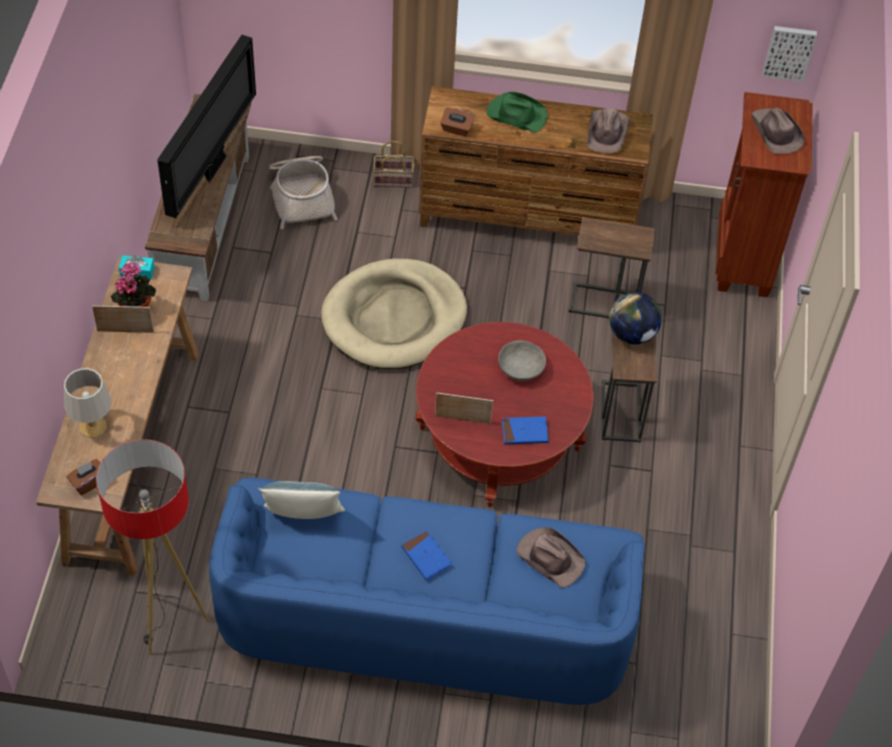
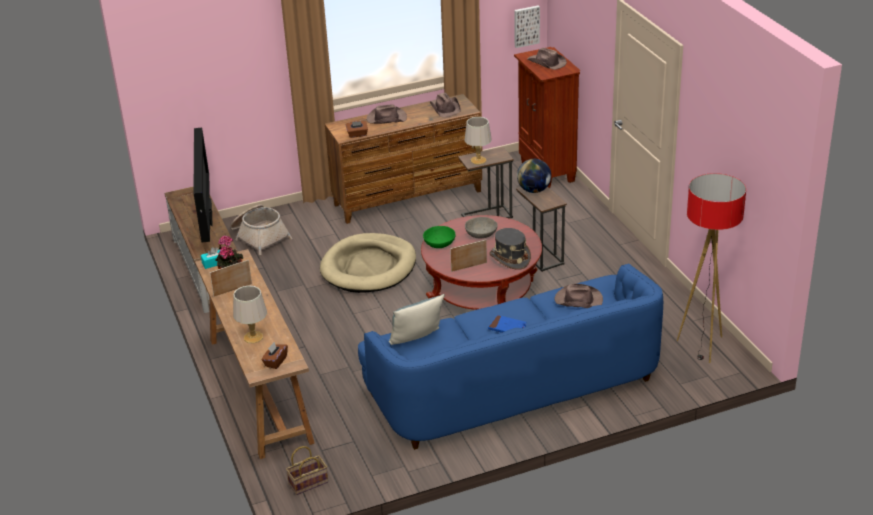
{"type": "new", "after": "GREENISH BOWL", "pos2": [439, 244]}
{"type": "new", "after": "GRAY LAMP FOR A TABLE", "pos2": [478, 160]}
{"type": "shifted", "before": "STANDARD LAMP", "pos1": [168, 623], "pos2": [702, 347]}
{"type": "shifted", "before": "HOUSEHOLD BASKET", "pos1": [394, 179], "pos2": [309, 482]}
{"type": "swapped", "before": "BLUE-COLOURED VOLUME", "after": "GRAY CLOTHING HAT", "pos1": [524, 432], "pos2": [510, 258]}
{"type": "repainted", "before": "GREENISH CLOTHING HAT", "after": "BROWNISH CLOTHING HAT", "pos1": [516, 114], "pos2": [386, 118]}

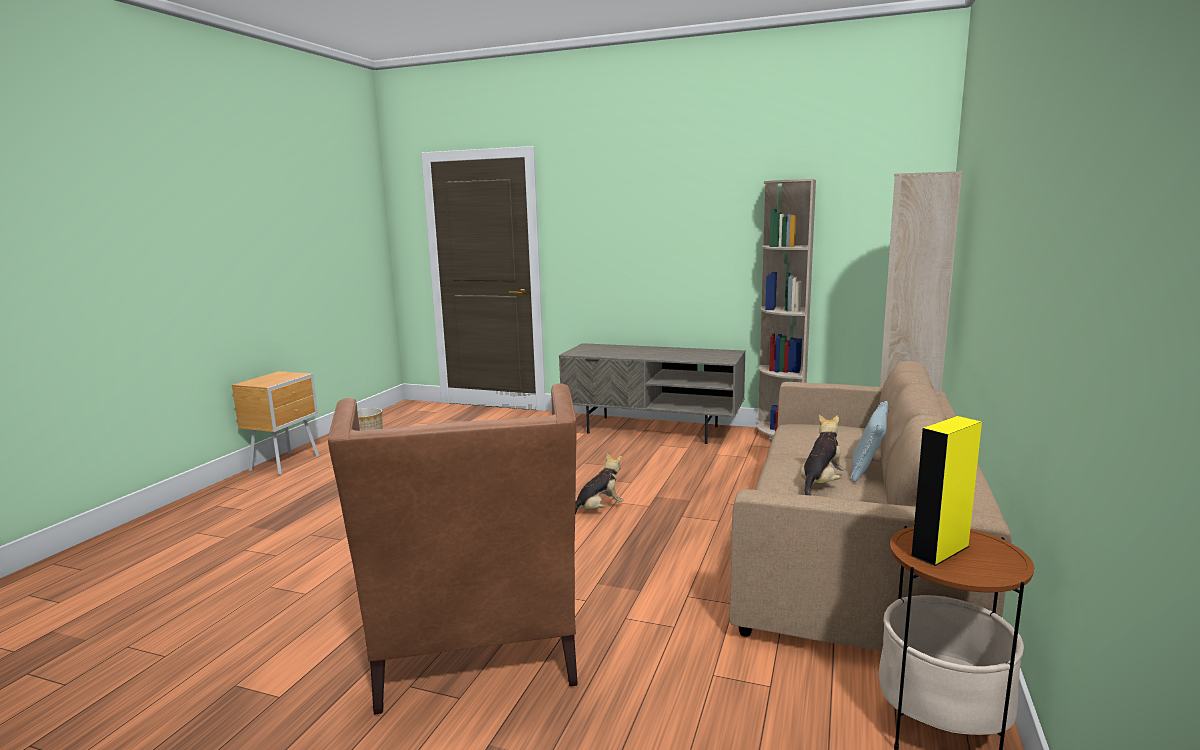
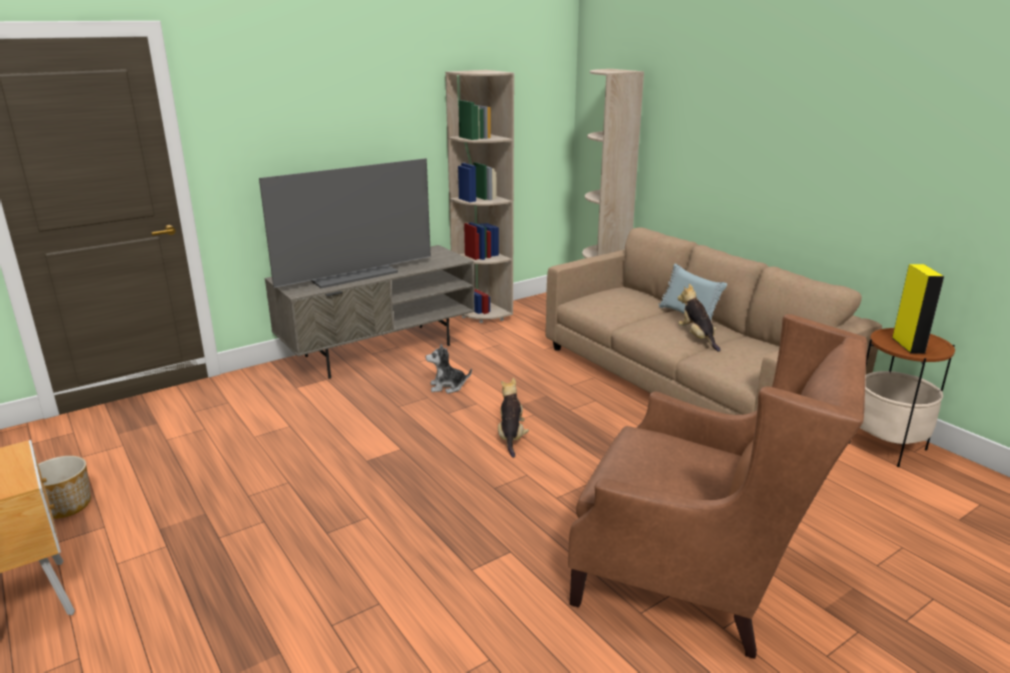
{"type": "new", "after": "TELEVISION", "pos2": [353, 274]}
{"type": "new", "after": "CUDDLY TOY", "pos2": [447, 387]}

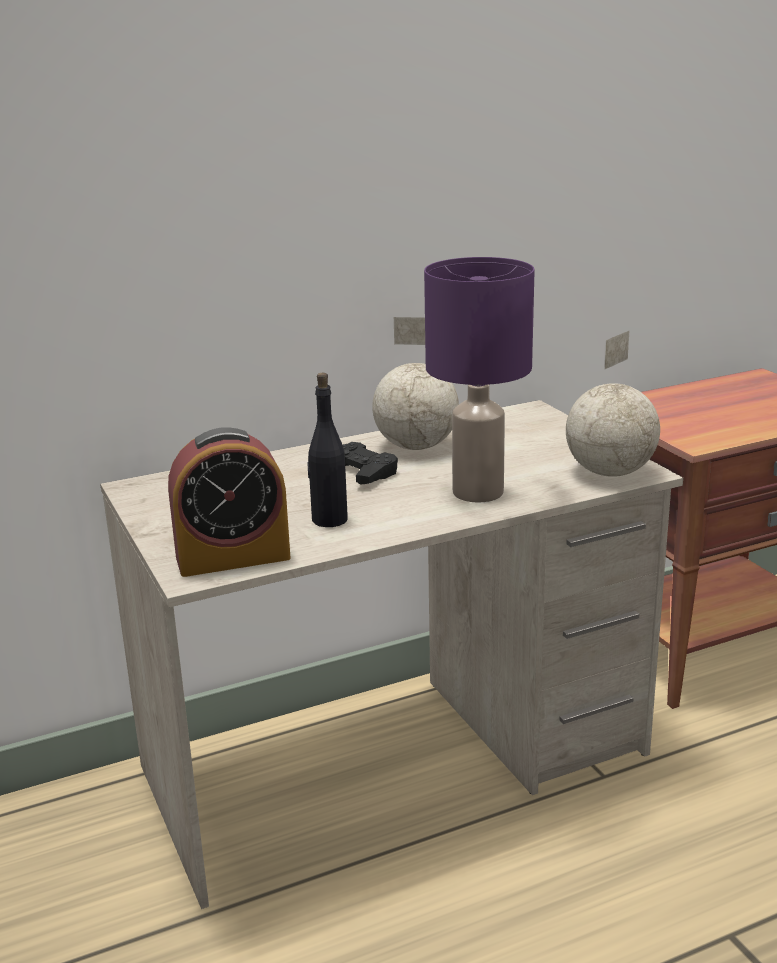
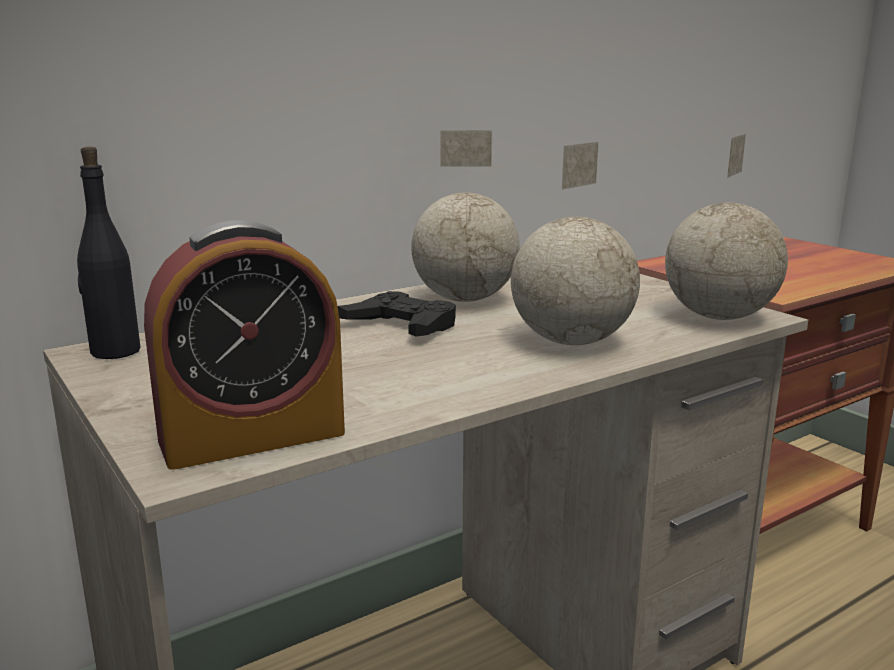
{"type": "shifted", "before": "BLACKISH DRINK BOTTLE", "pos1": [329, 520], "pos2": [115, 351]}
{"type": "swapped", "before": "PURPLISH LAMP FOR A TABLE", "after": "GLOBE", "pos1": [476, 492], "pos2": [569, 342]}

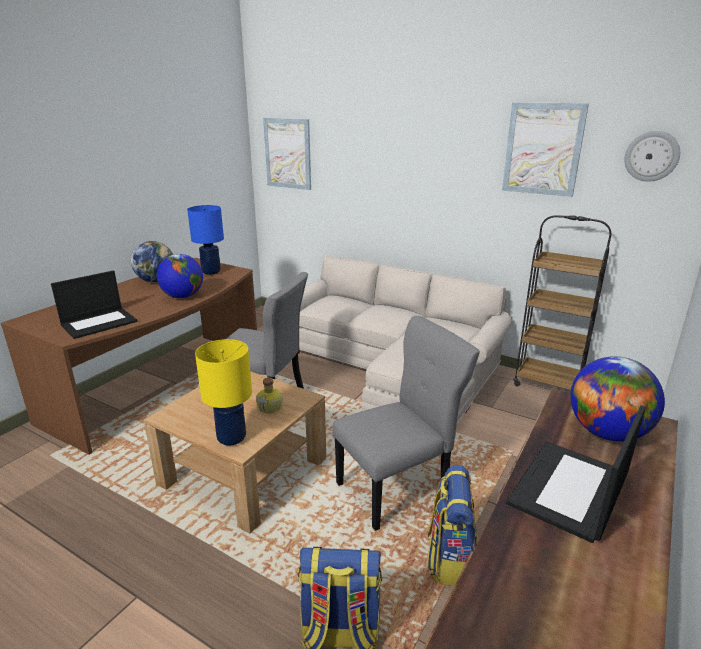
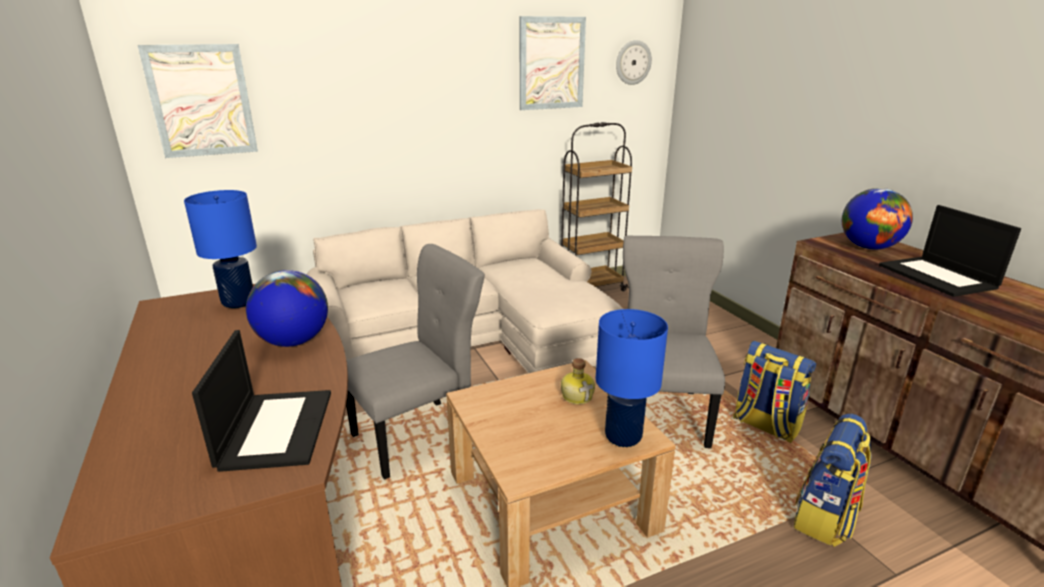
{"type": "gone", "before": "GLOBE", "pos1": [156, 281]}
{"type": "repainted", "before": "YELLOW LAMP FOR A TABLE", "after": "BLUE-COLOURED LAMP FOR A TABLE", "pos1": [232, 439], "pos2": [623, 439]}

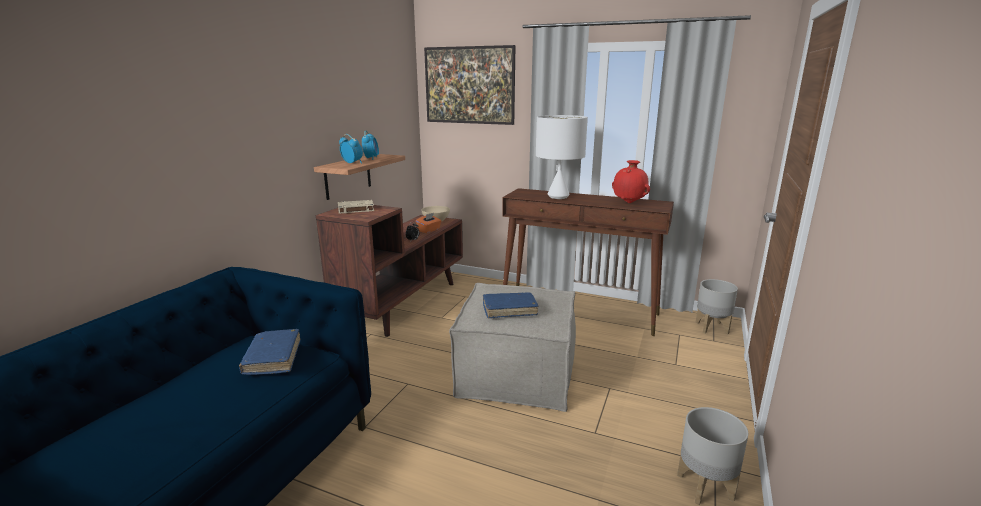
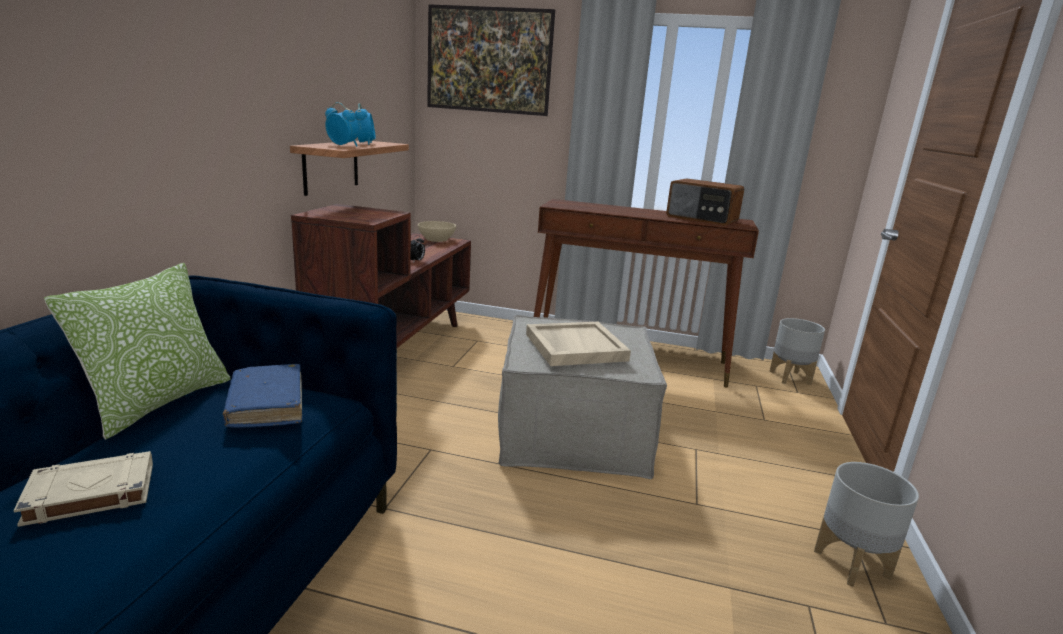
{"type": "gone", "before": "ORANGE-COLOURED TISSUE HOLDER", "pos1": [429, 230]}
{"type": "gone", "before": "WHITISH LAMP FOR A TABLE", "pos1": [558, 197]}
{"type": "new", "after": "THROW PILLOW", "pos2": [159, 402]}
{"type": "shifted", "before": "BEIGE-COLOURED VOLUME", "pos1": [355, 209], "pos2": [89, 494]}
{"type": "swapped", "before": "BLUE-COLOURED VOLUME", "after": "BEIGE-COLOURED TRAY", "pos1": [509, 310], "pos2": [574, 347]}
{"type": "swapped", "before": "RED FLOWER VASE", "after": "RADIO RECEIVER", "pos1": [629, 202], "pos2": [702, 218]}

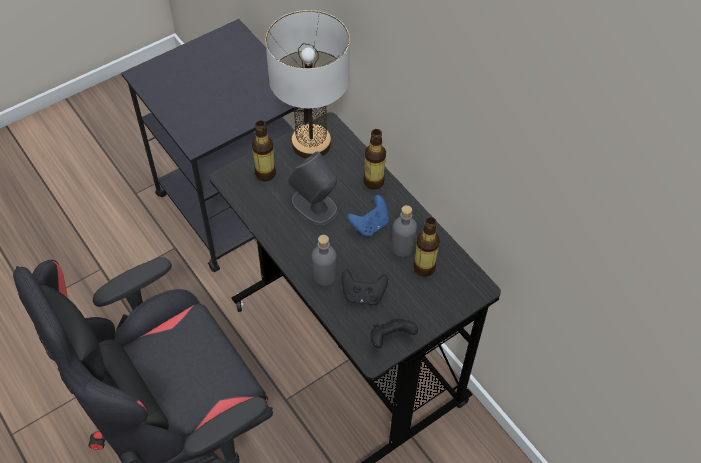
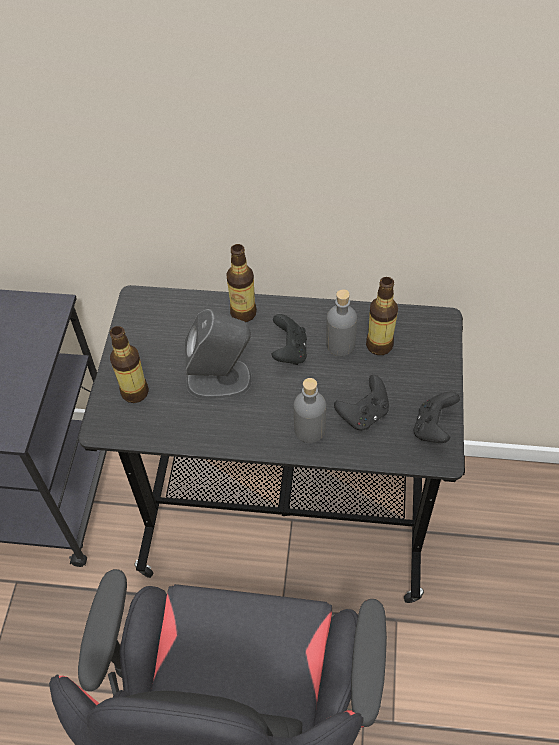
{"type": "gone", "before": "LAMP FOR A TABLE", "pos1": [312, 143]}
{"type": "repainted", "before": "BLUE-COLOURED GAMEPAD", "after": "BLACKISH GAMEPAD", "pos1": [370, 225], "pos2": [289, 351]}

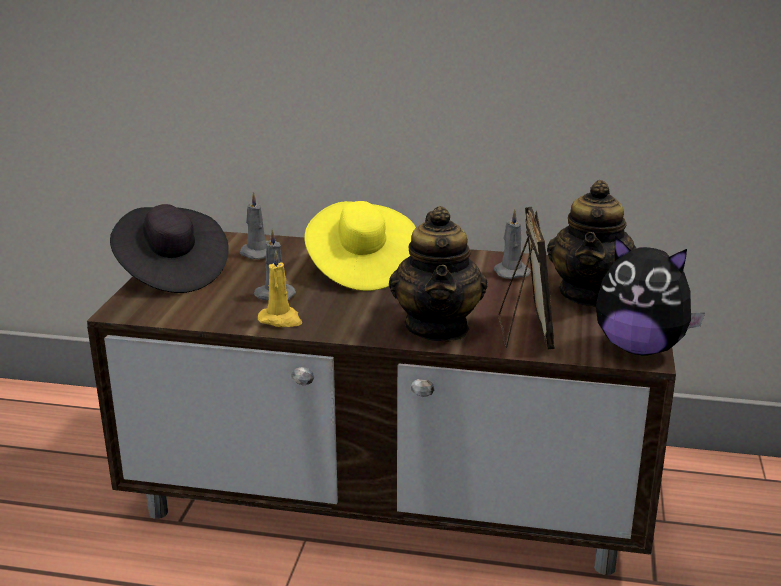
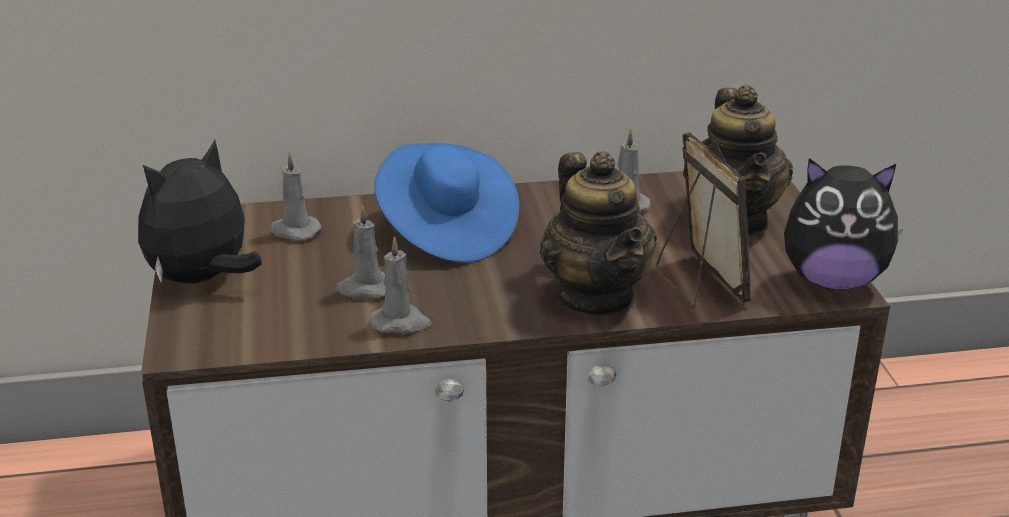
{"type": "swapped", "before": "BLACKISH CLOTHING HAT", "after": "CUDDLY TOY", "pos1": [171, 273], "pos2": [202, 280]}
{"type": "repainted", "before": "YELLOW WAX CANDLE", "after": "GRAY WAX CANDLE", "pos1": [281, 320], "pos2": [401, 323]}
{"type": "repainted", "before": "YELLOW CLOTHING HAT", "after": "BLUE-COLOURED CLOTHING HAT", "pos1": [361, 269], "pos2": [446, 231]}

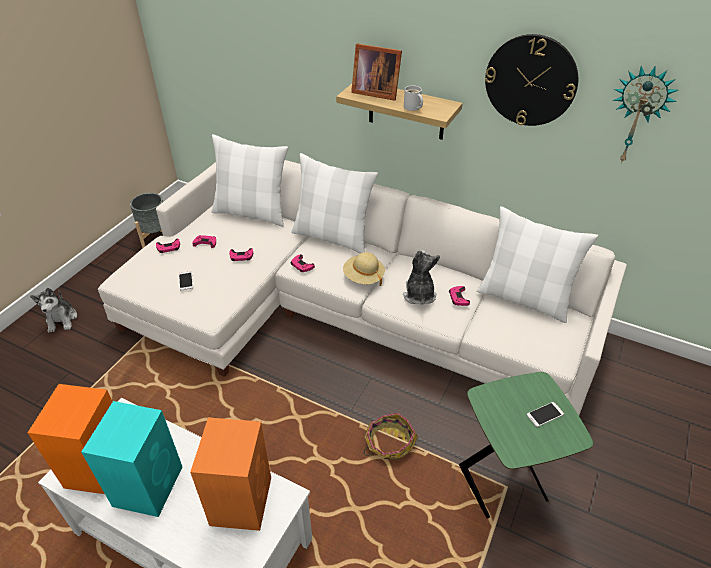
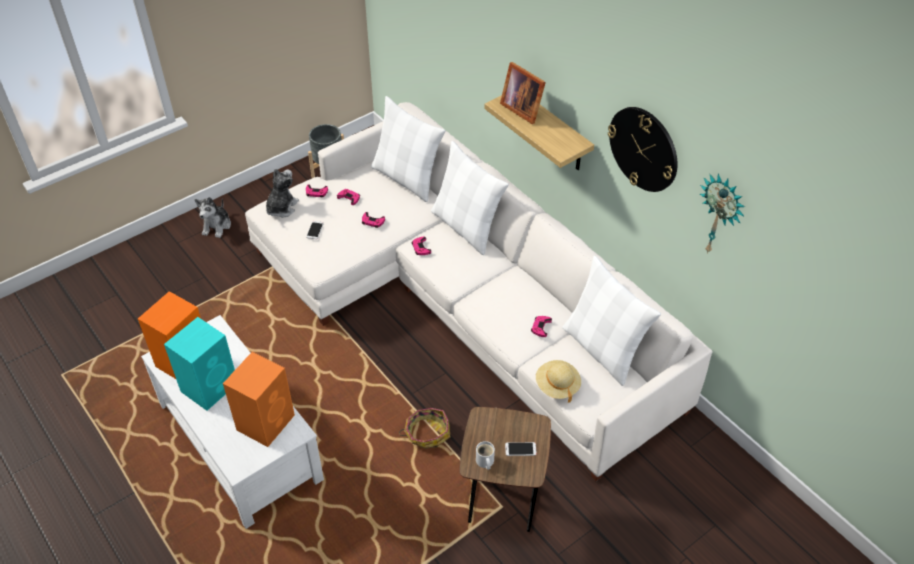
{"type": "shifted", "before": "BEIGE-COLOURED CLOTHING HAT", "pos1": [363, 277], "pos2": [557, 386]}
{"type": "shifted", "before": "CUDDLY TOY", "pos1": [419, 294], "pos2": [281, 208]}
{"type": "shifted", "before": "WHITISH TEA MUG", "pos1": [412, 107], "pos2": [484, 462]}
{"type": "repainted", "before": "GREENISH SIDE TABLE", "after": "BROWNISH SIDE TABLE", "pos1": [505, 484], "pos2": [502, 504]}

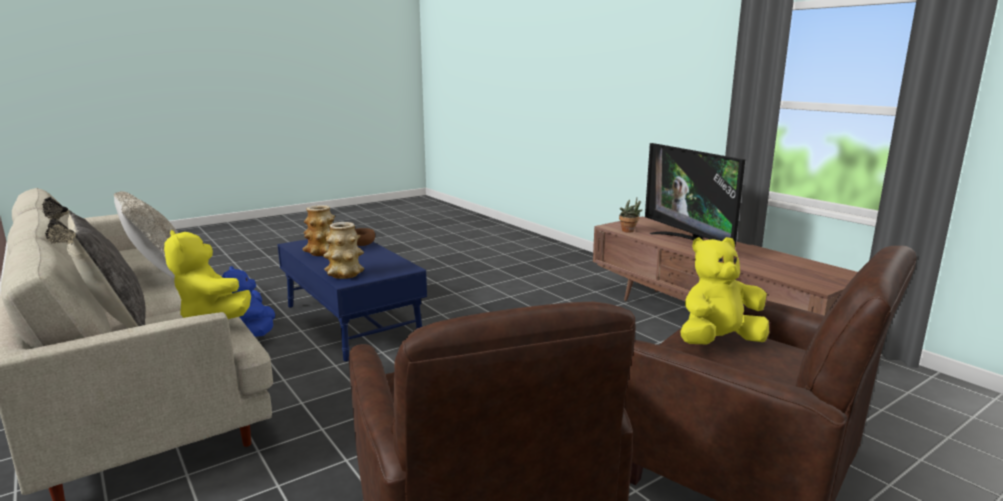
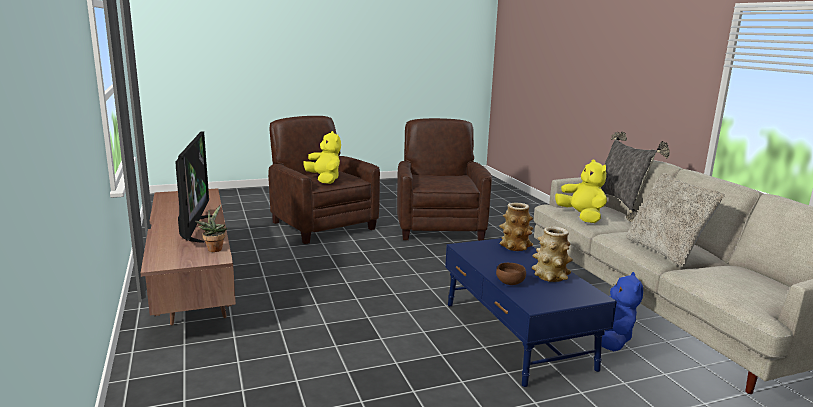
{"type": "rotated", "before": "YELLOW CUDDLY TOY", "pos1": [718, 342], "pos2": [324, 180], "turn": -120}

